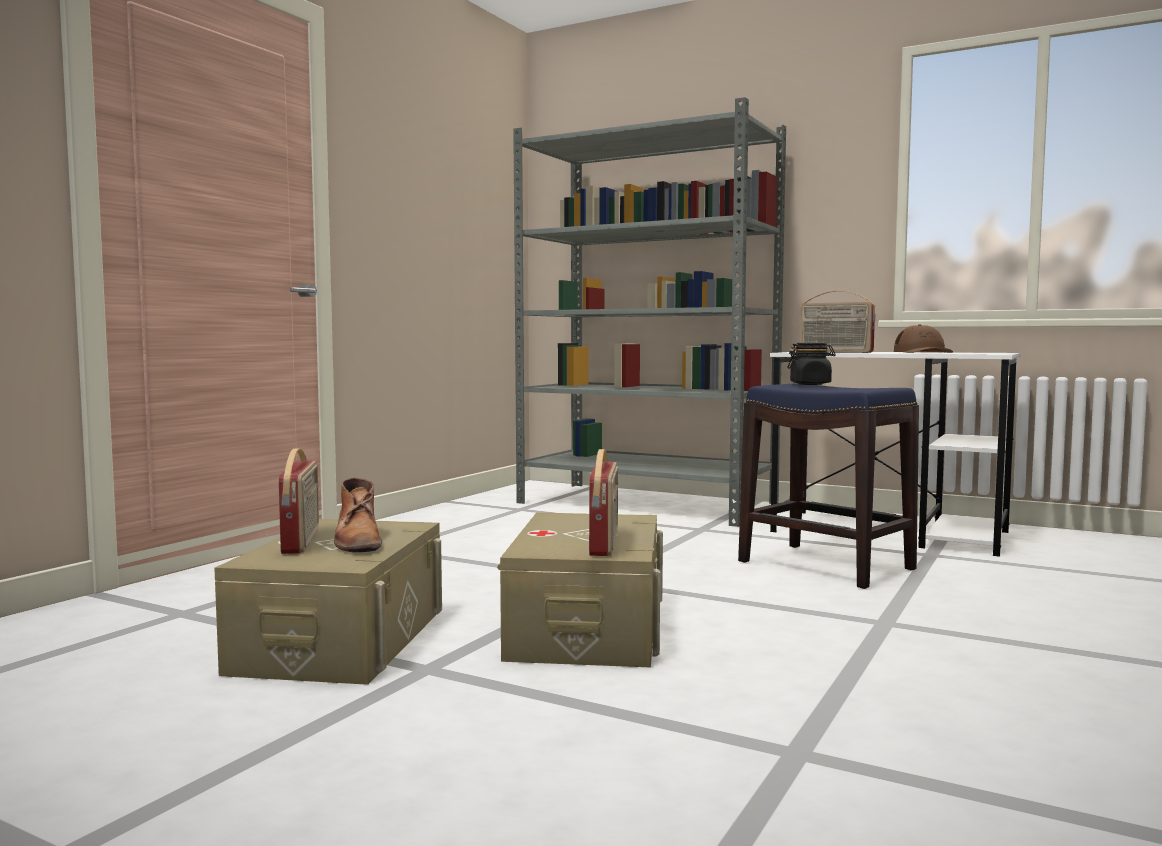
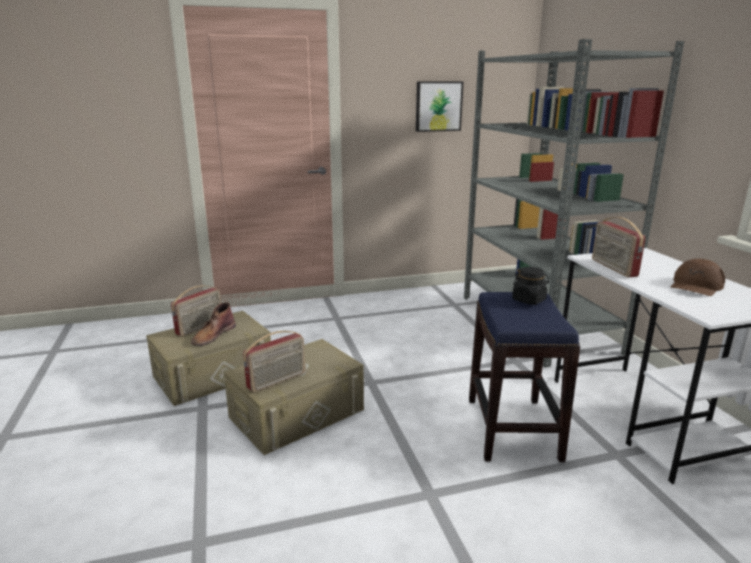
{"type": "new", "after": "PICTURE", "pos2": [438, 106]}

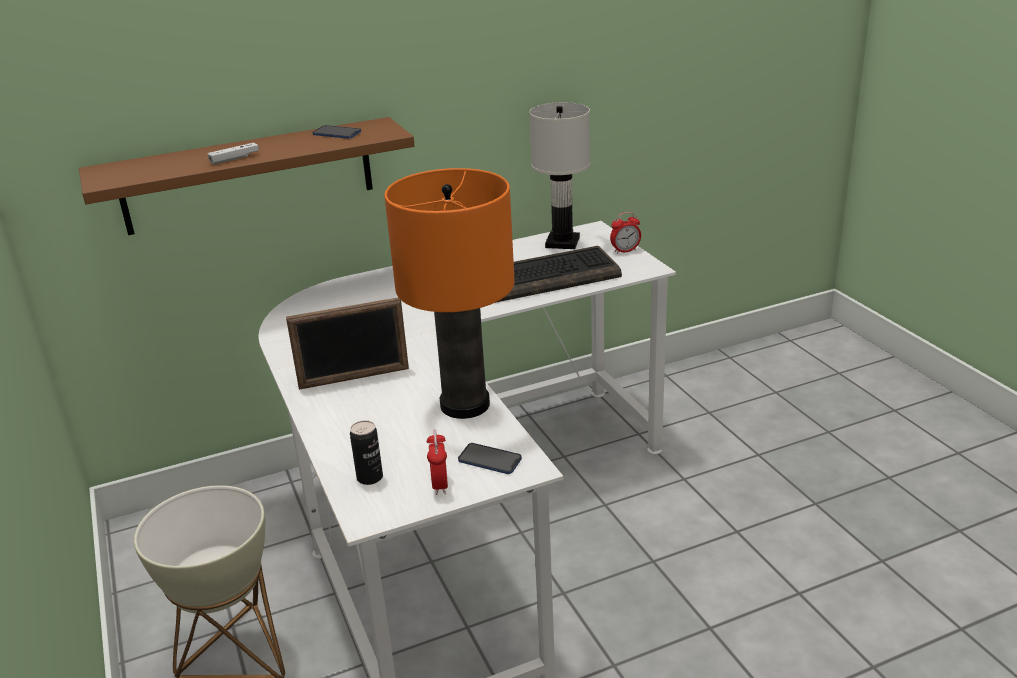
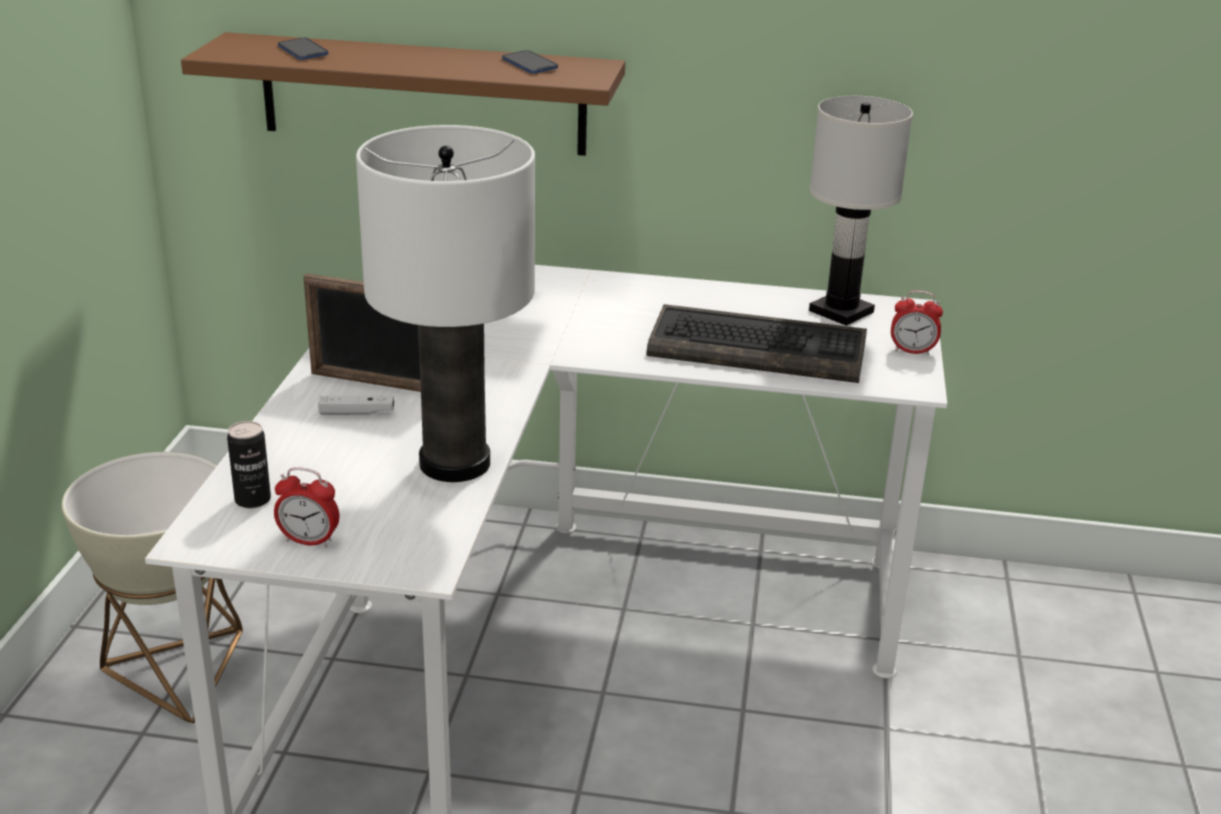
{"type": "shifted", "before": "WHITISH GAMEPAD", "pos1": [234, 158], "pos2": [356, 412]}
{"type": "shifted", "before": "HANDSET", "pos1": [489, 460], "pos2": [303, 51]}
{"type": "repainted", "before": "ORANGE-COLOURED LAMP FOR A TABLE", "after": "WHITISH LAMP FOR A TABLE", "pos1": [465, 404], "pos2": [456, 463]}
{"type": "rotated", "before": "TABLE CLOCK", "pos1": [440, 485], "pos2": [309, 541], "turn": 75}

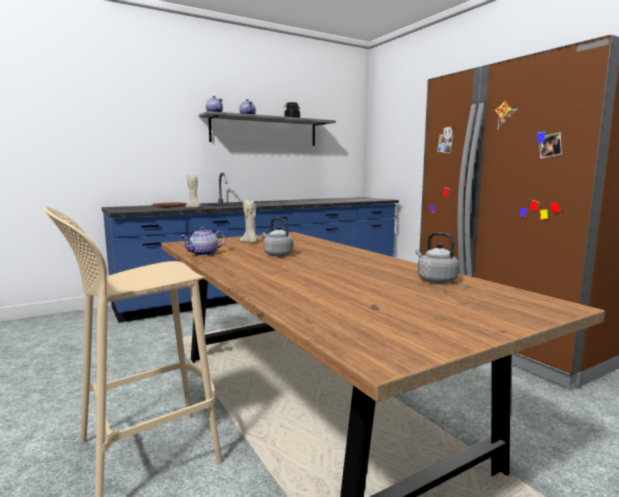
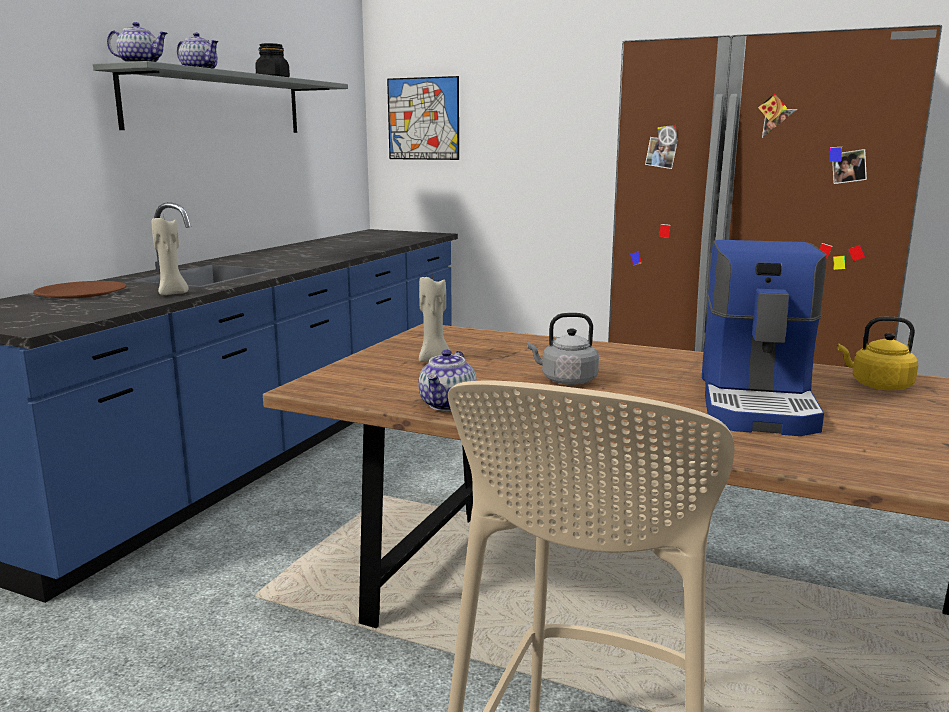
{"type": "new", "after": "PICTURE", "pos2": [423, 119]}
{"type": "new", "after": "COFFEE BREWER", "pos2": [758, 403]}
{"type": "repainted", "before": "GRAY KETTLE", "after": "YELLOW KETTLE", "pos1": [435, 280], "pos2": [878, 386]}

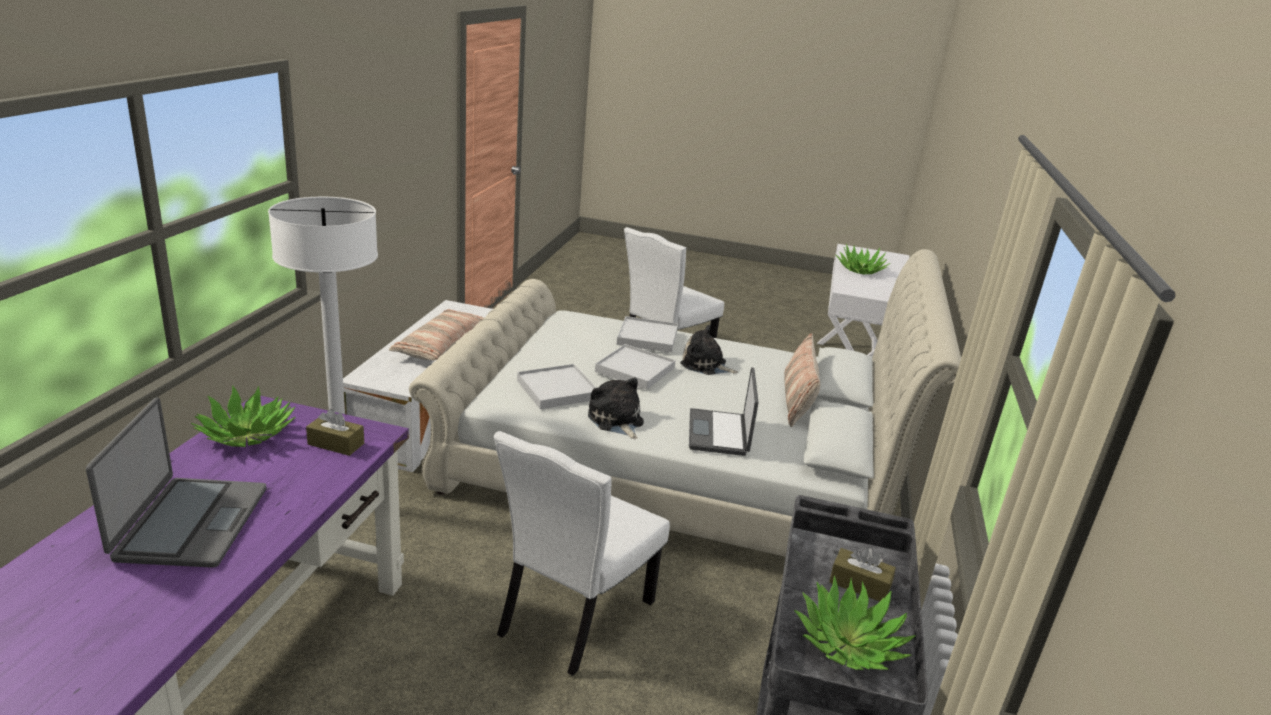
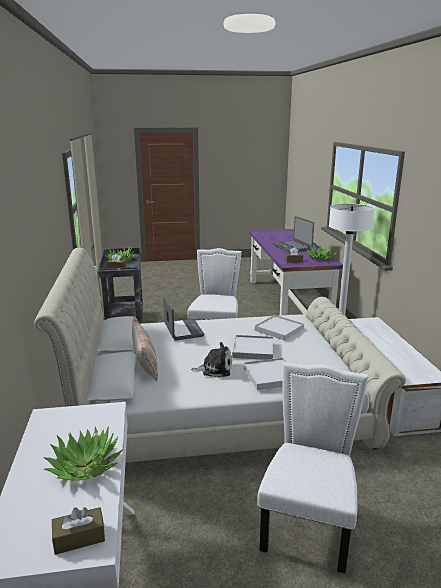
{"type": "gone", "before": "THROW PILLOW", "pos1": [441, 345]}
{"type": "gone", "before": "CUDDLY TOY", "pos1": [616, 421]}
{"type": "new", "after": "BROWNISH TISSUE HOLDER", "pos2": [79, 538]}

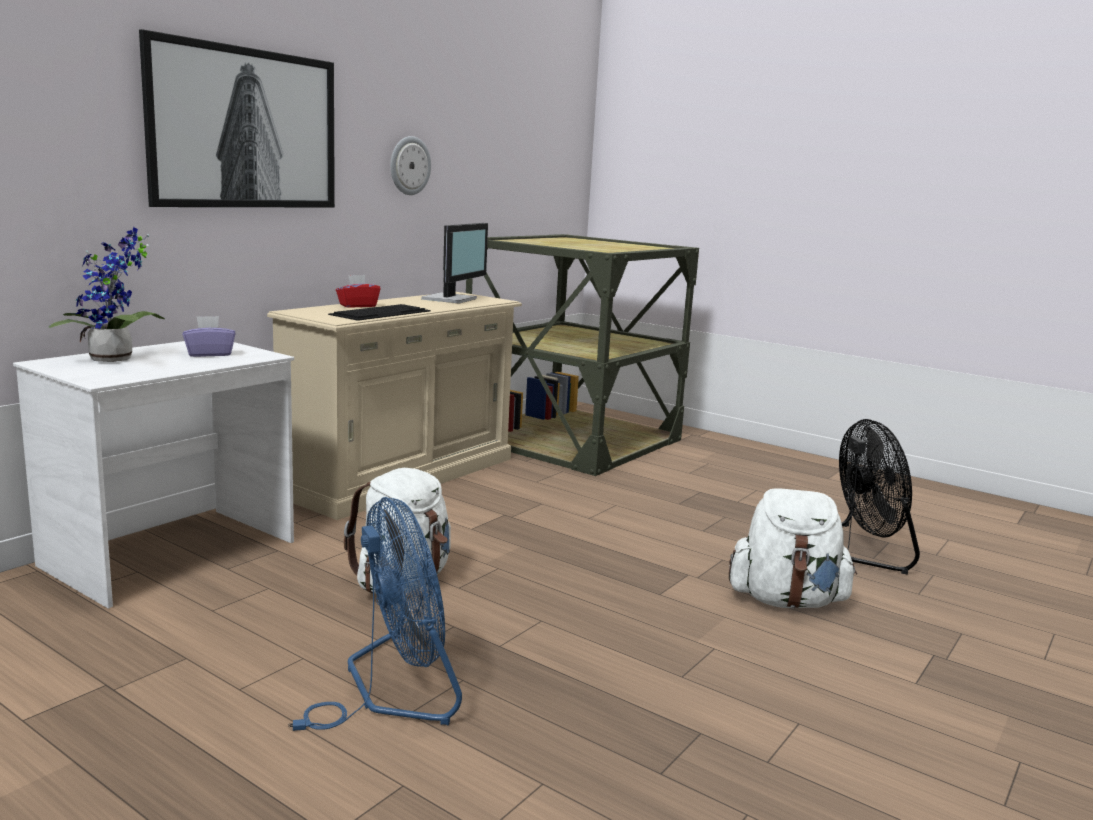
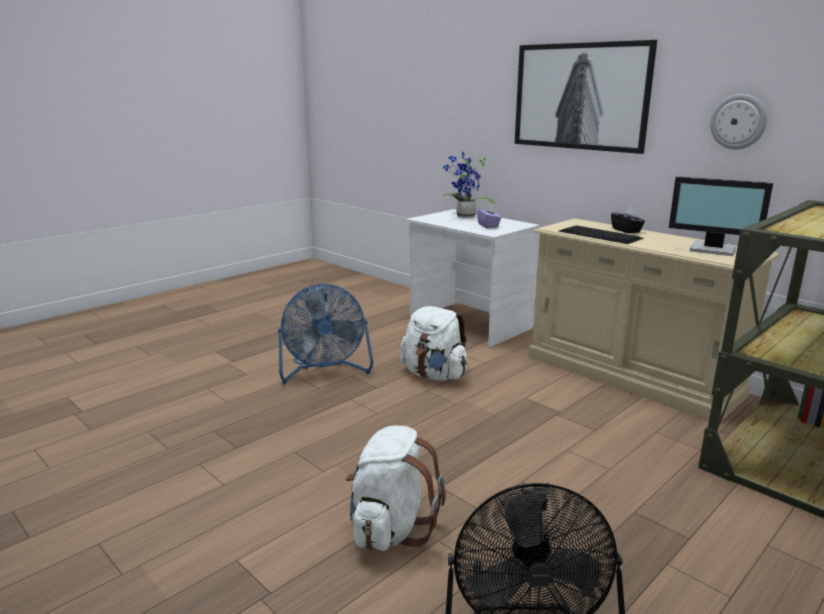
{"type": "repainted", "before": "RED TISSUE HOLDER", "after": "BLACKISH TISSUE HOLDER", "pos1": [357, 306], "pos2": [626, 230]}

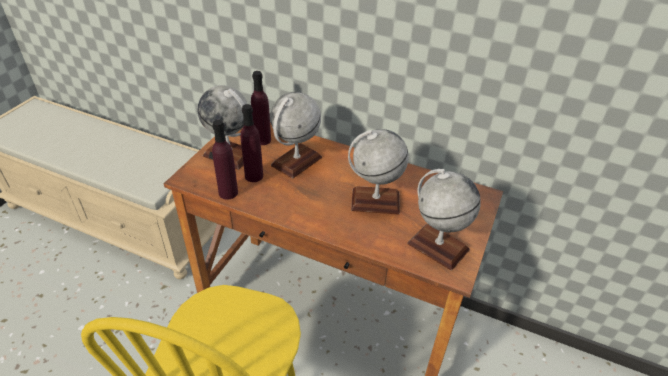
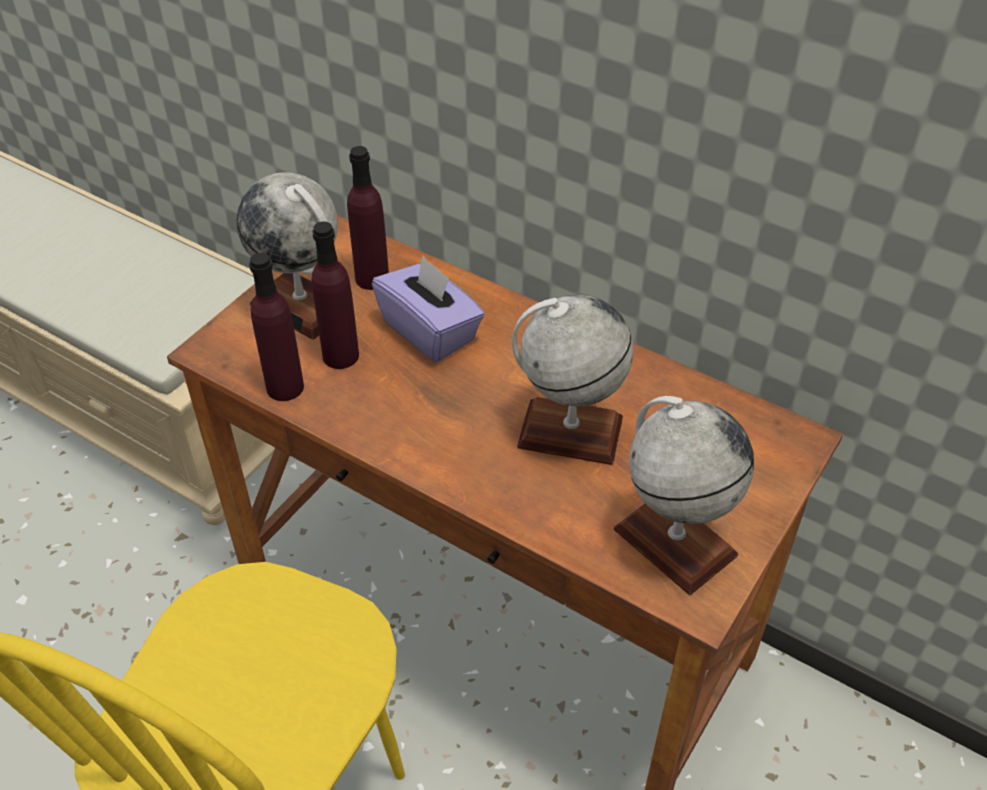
{"type": "swapped", "before": "GLOBE", "after": "PURPLISH TISSUE HOLDER", "pos1": [296, 161], "pos2": [430, 331]}

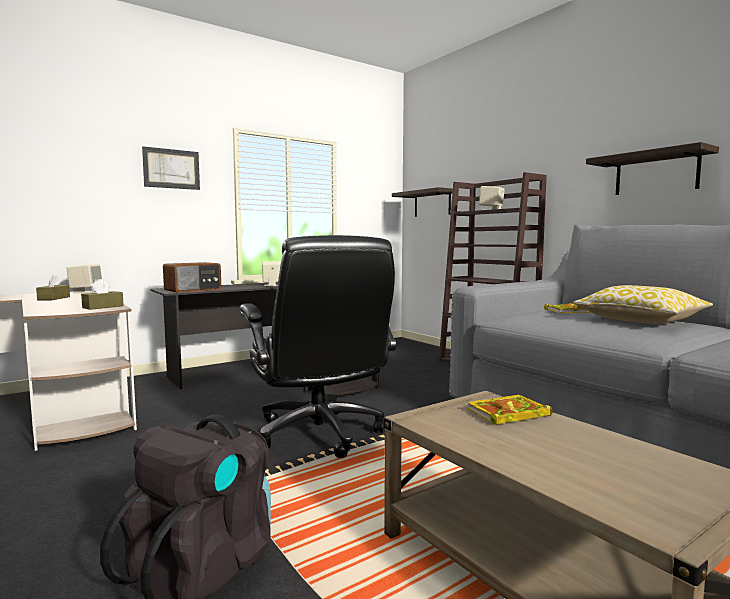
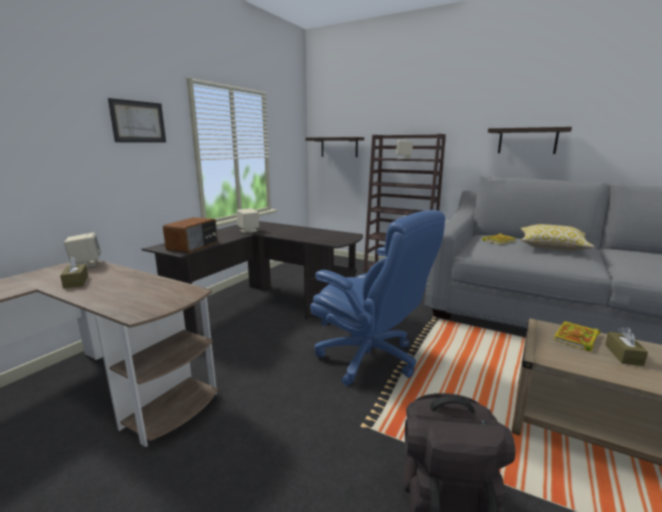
{"type": "shifted", "before": "BROWNISH TISSUE HOLDER", "pos1": [103, 307], "pos2": [623, 355]}
{"type": "repainted", "before": "BLACKISH OFFICE CHAIR", "after": "BLUE-COLOURED OFFICE CHAIR", "pos1": [319, 436], "pos2": [371, 361]}

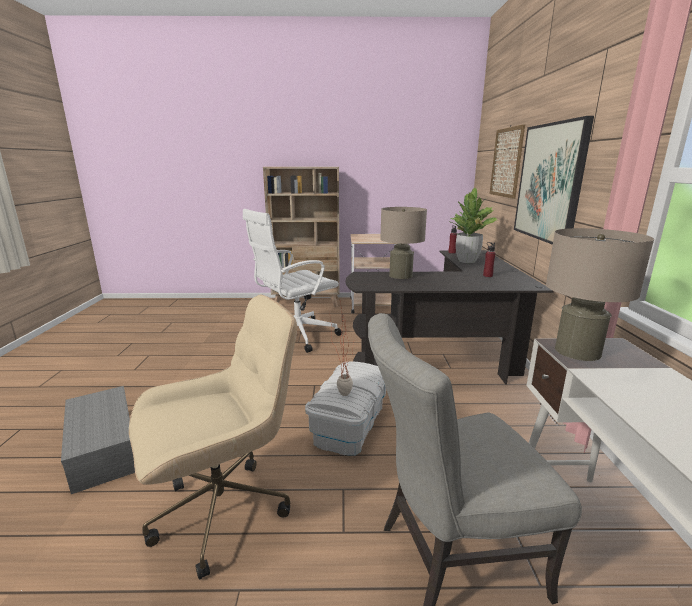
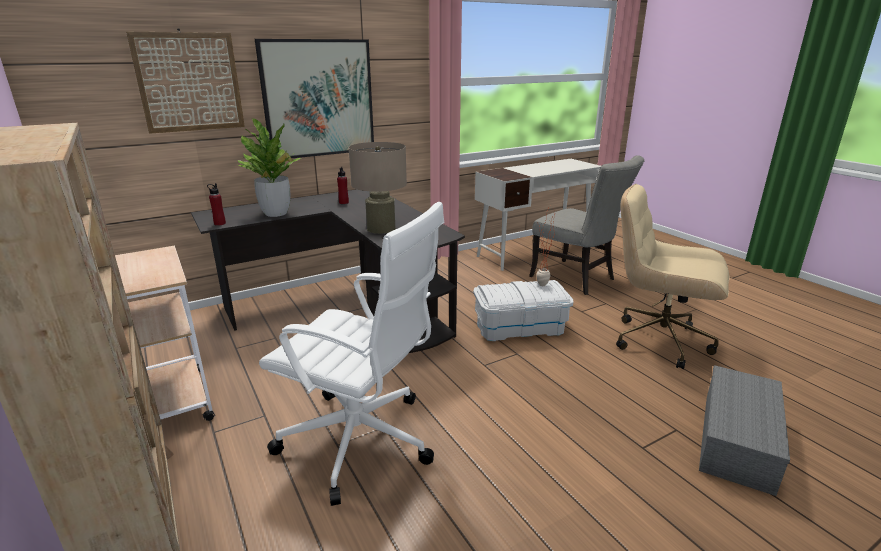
{"type": "gone", "before": "BEIGE-COLOURED LAMP FOR A TABLE", "pos1": [577, 351]}

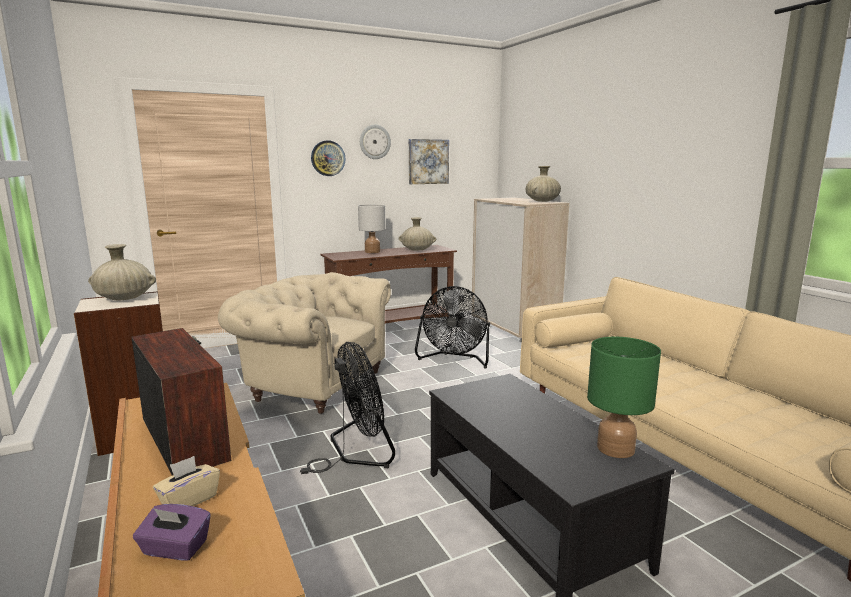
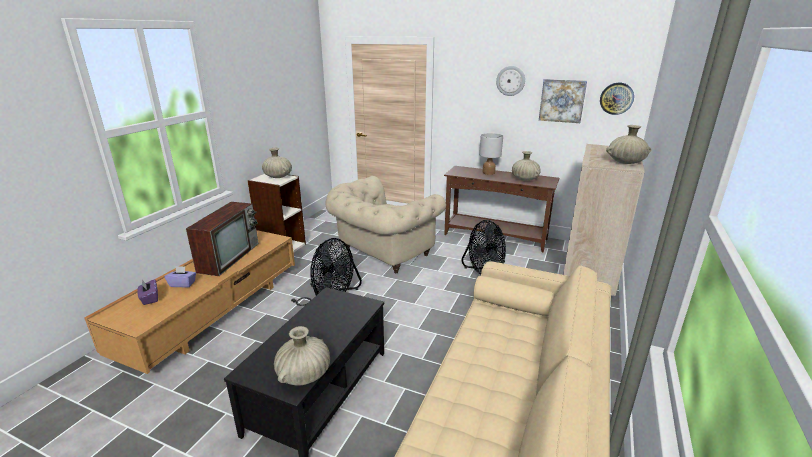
{"type": "shifted", "before": "CLOCK ON THE WALL", "pos1": [328, 158], "pos2": [616, 98]}
{"type": "swapped", "before": "GREENISH LAMP FOR A TABLE", "after": "BEIGE-COLOURED FLOWER VASE", "pos1": [616, 449], "pos2": [304, 375]}
{"type": "repainted", "before": "BEIGE-COLOURED TISSUE HOLDER", "after": "PURPLISH TISSUE HOLDER", "pos1": [189, 500], "pos2": [182, 284]}
{"type": "rotated", "before": "BEIGE-COLOURED EASY CHAIR", "pos1": [311, 384], "pos2": [381, 255], "turn": -120}

